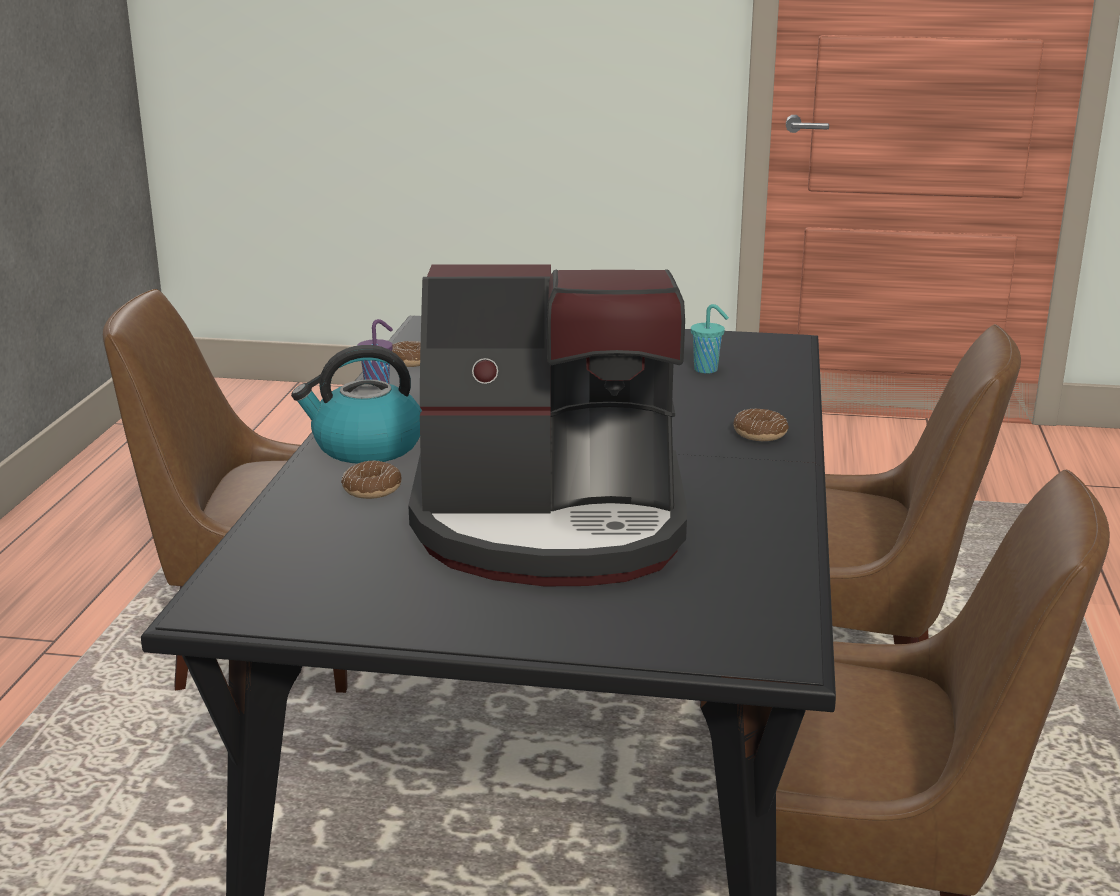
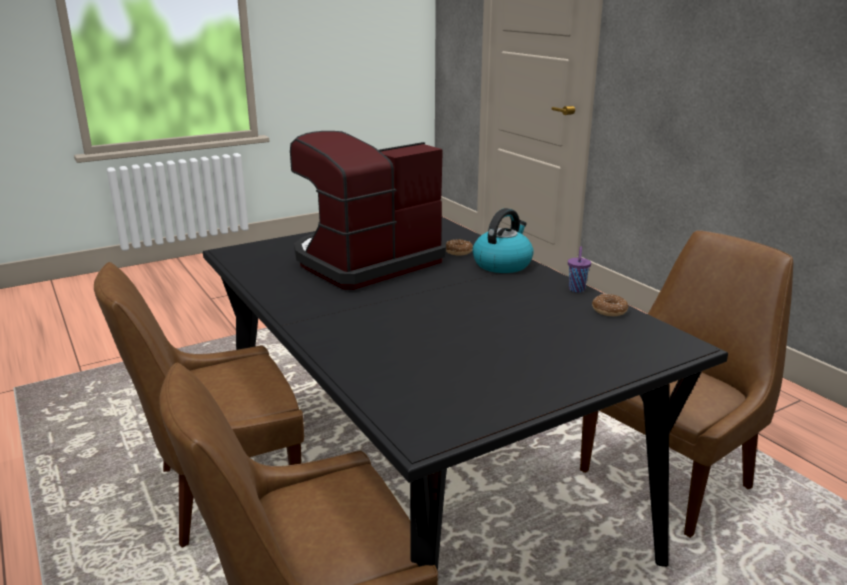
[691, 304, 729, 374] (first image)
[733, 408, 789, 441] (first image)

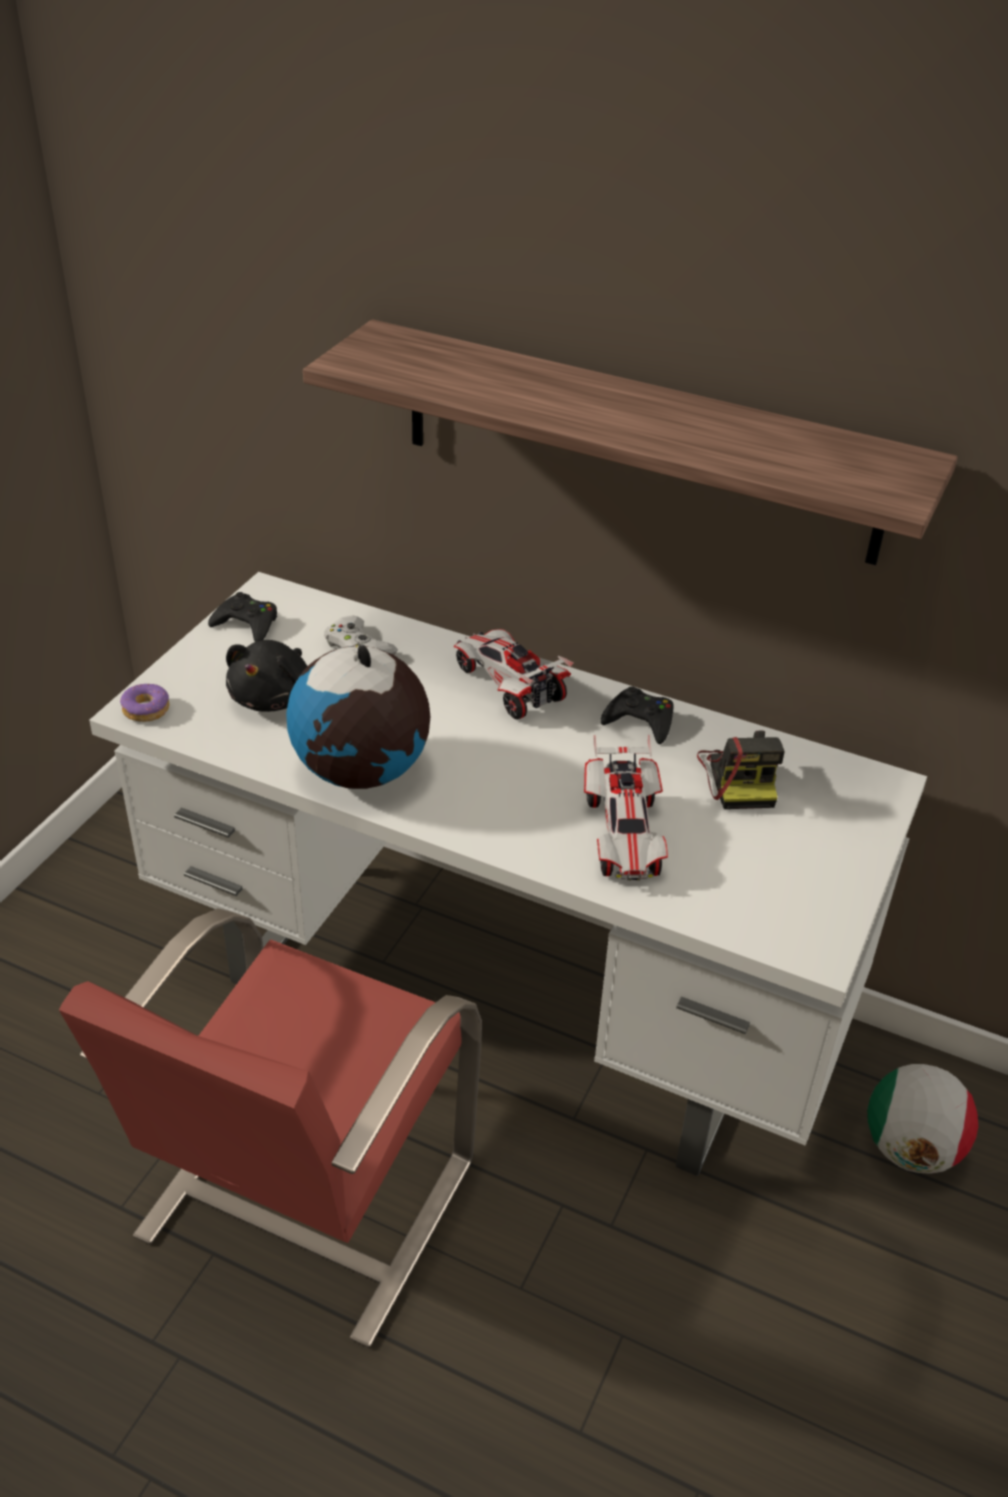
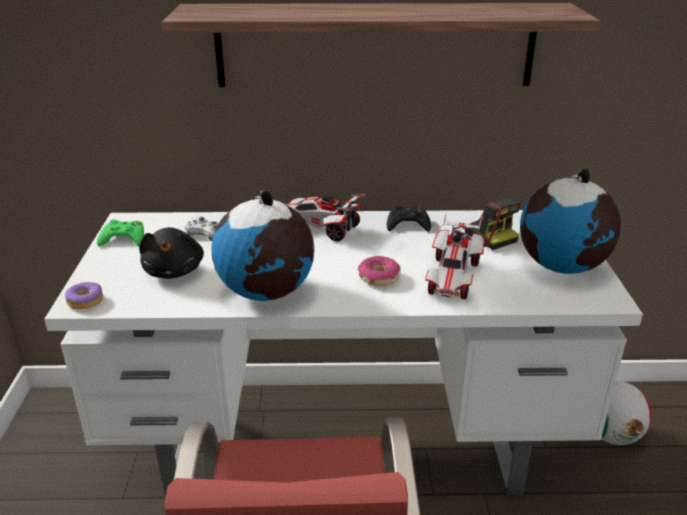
[97, 219, 144, 247]
[358, 256, 401, 286]
[425, 214, 484, 300]
[520, 168, 621, 274]

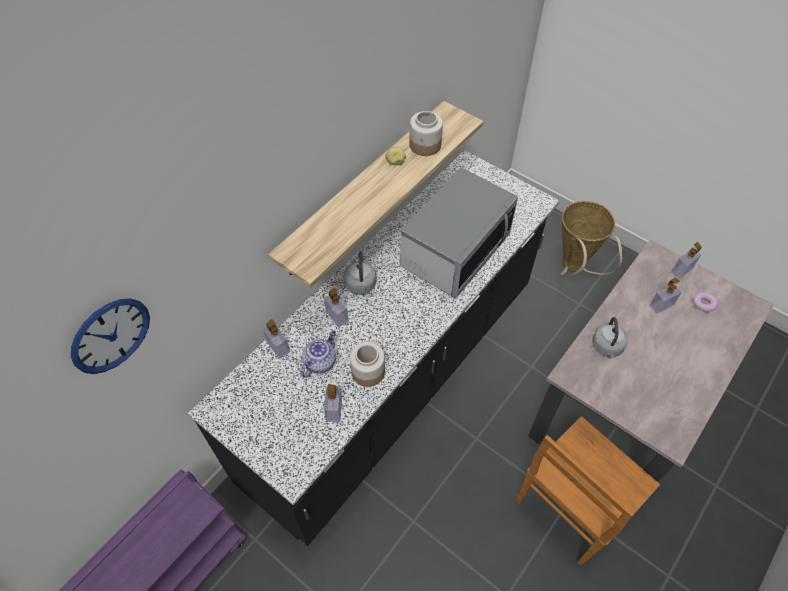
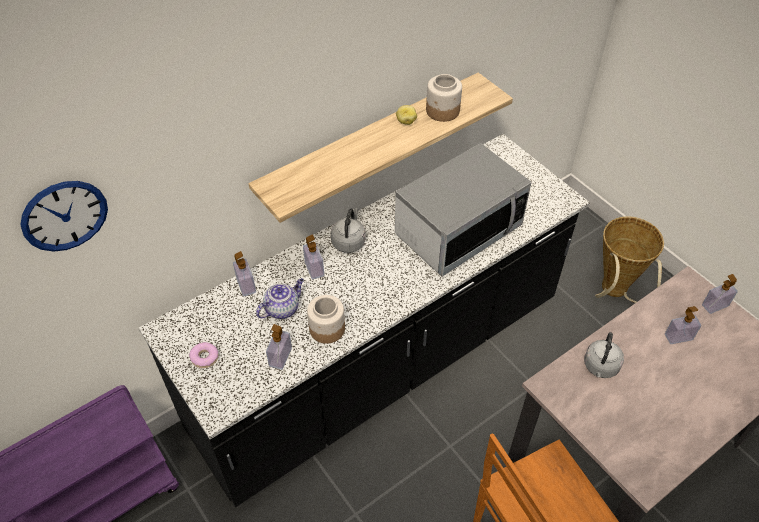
[189, 342, 219, 368]

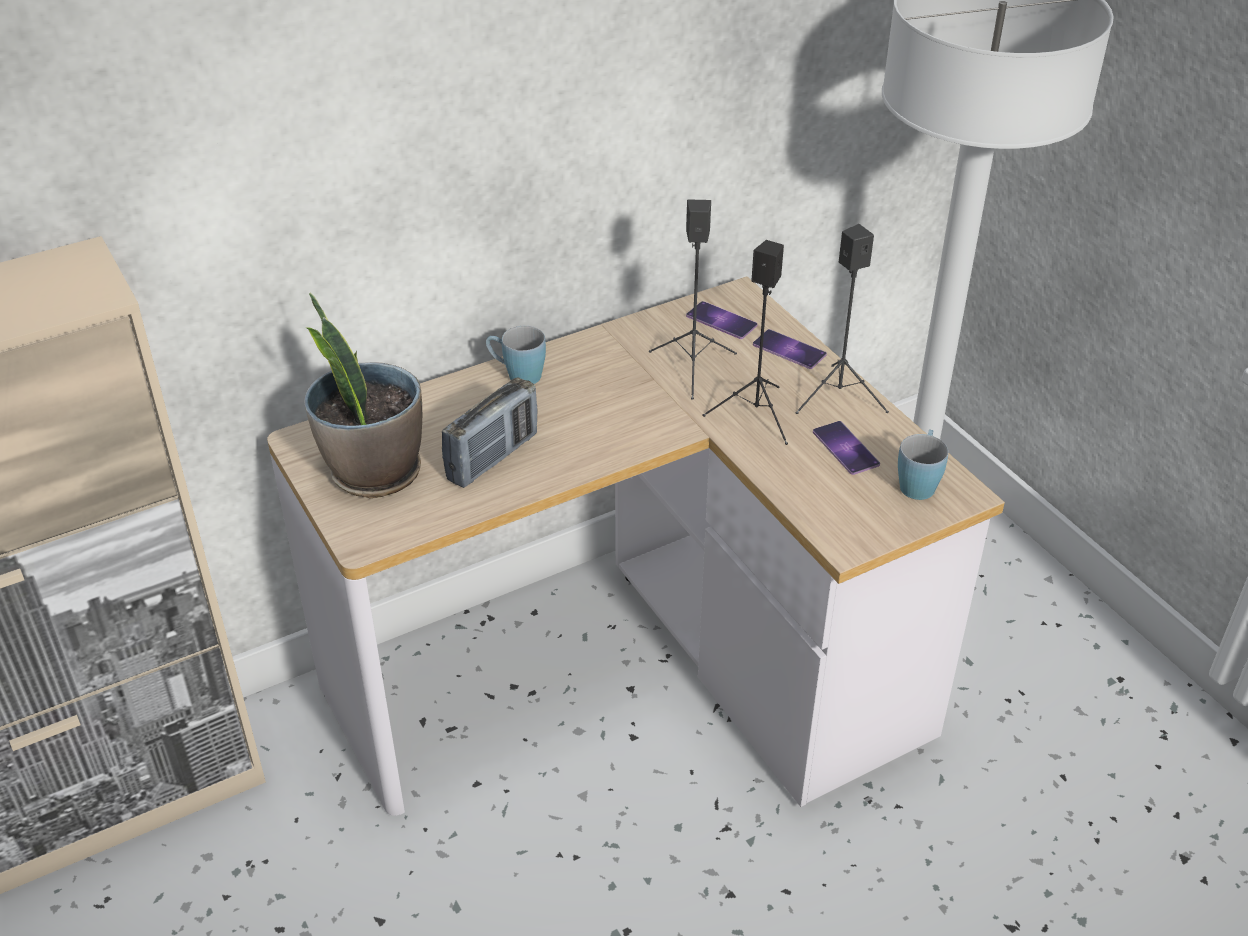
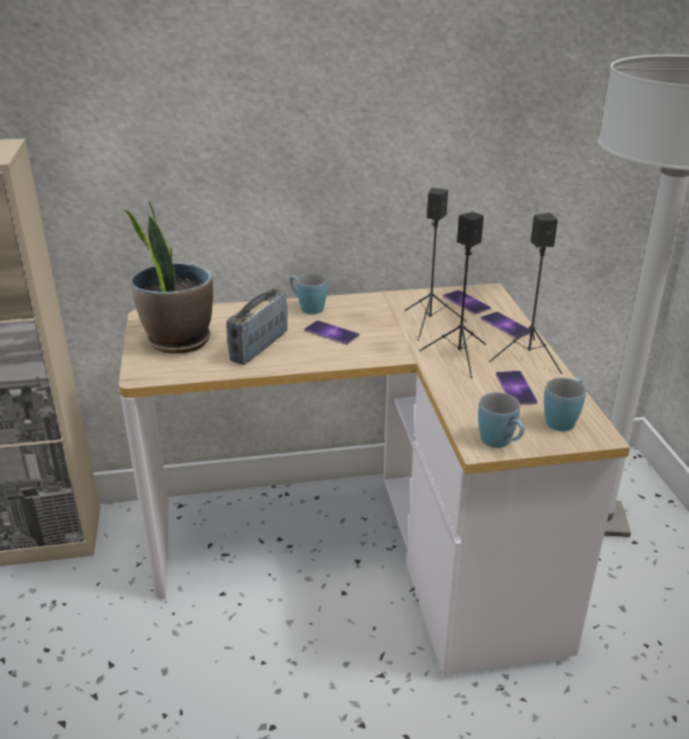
[226, 289, 288, 365]
[304, 320, 360, 345]
[478, 392, 525, 448]

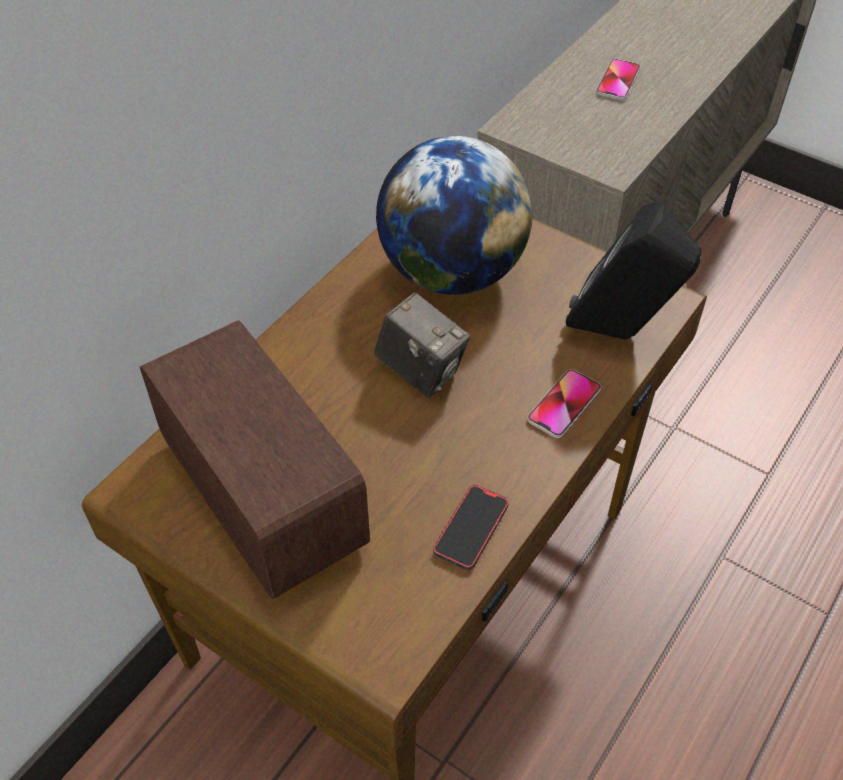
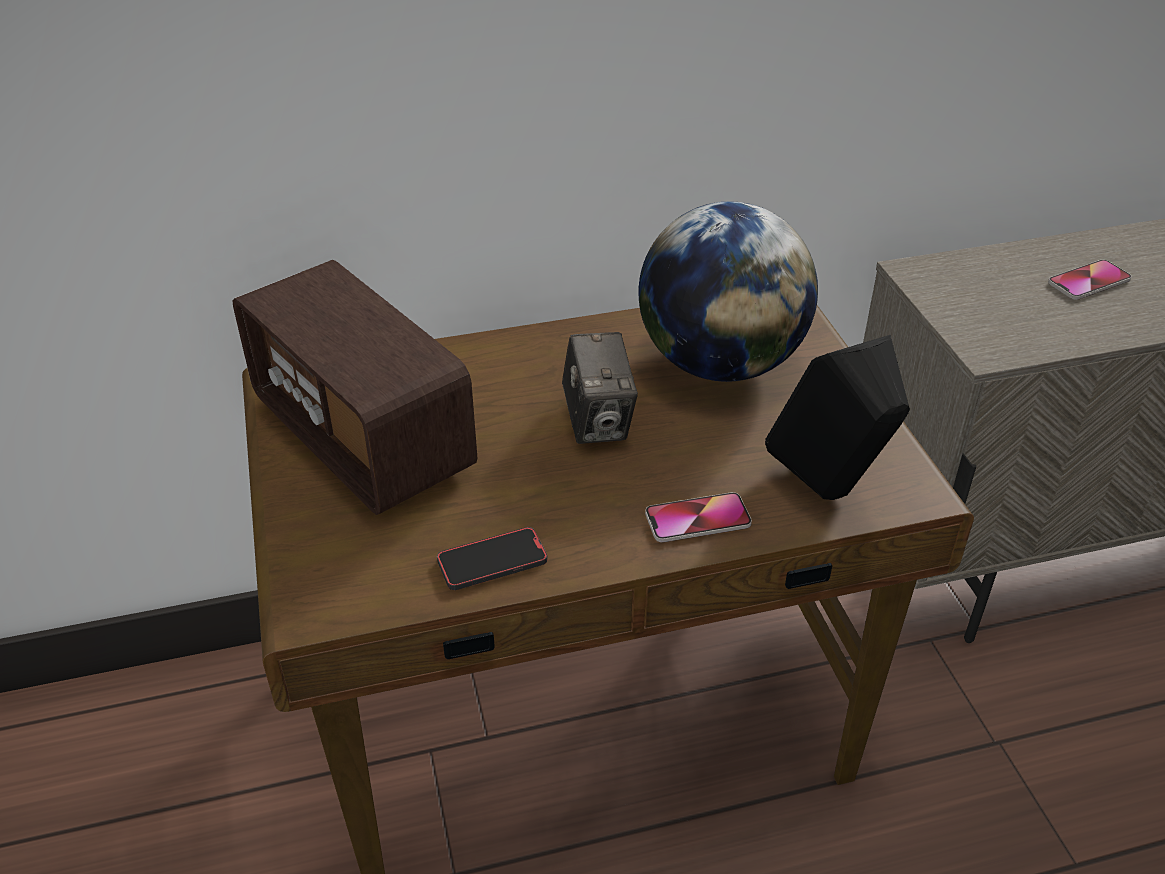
[233, 260, 477, 515]

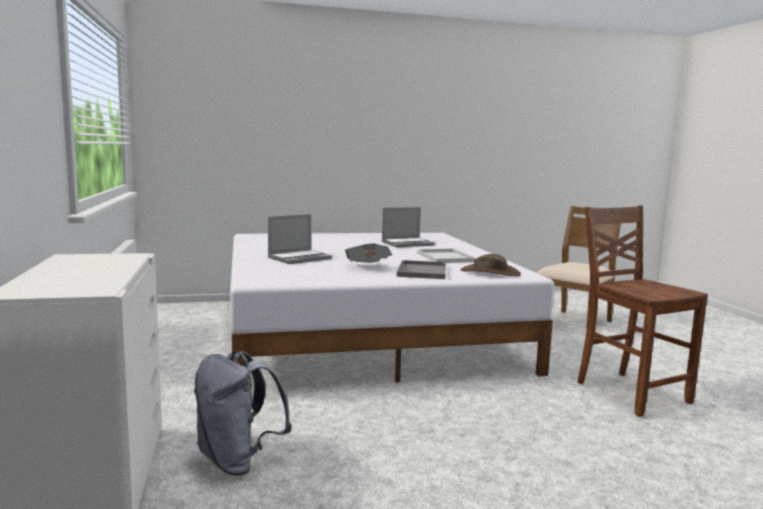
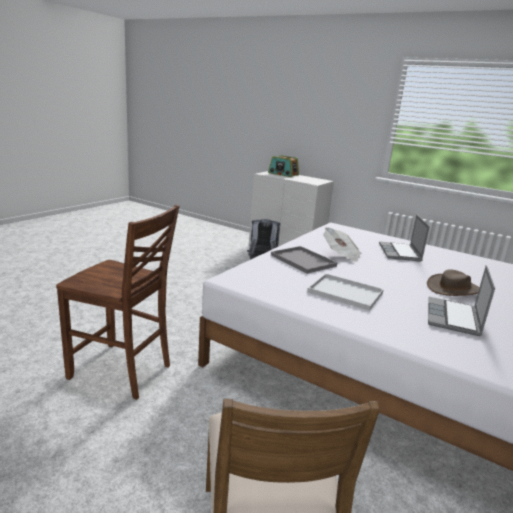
[268, 155, 299, 177]
[427, 269, 480, 296]

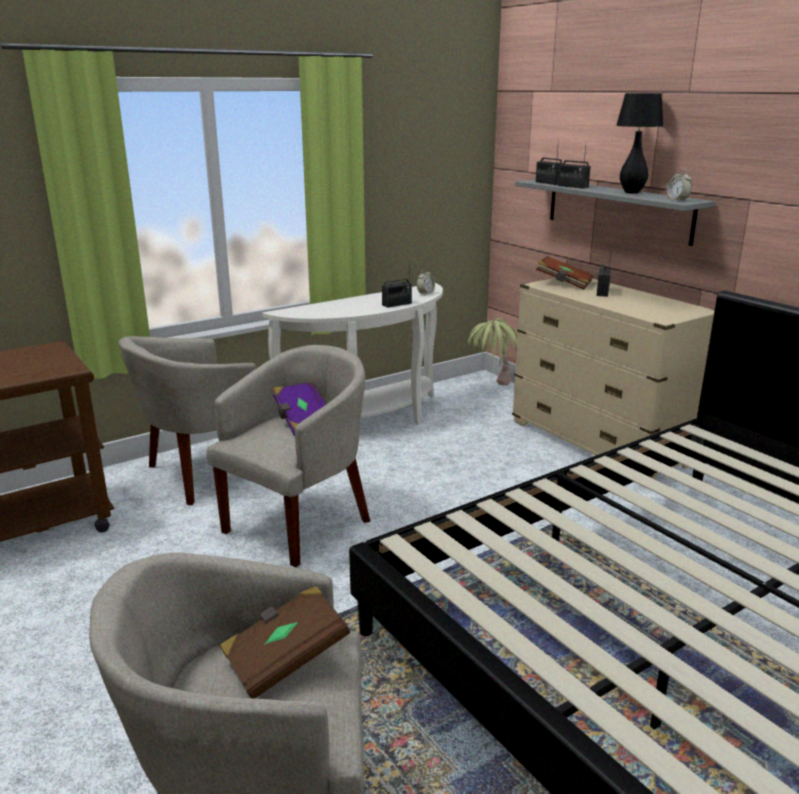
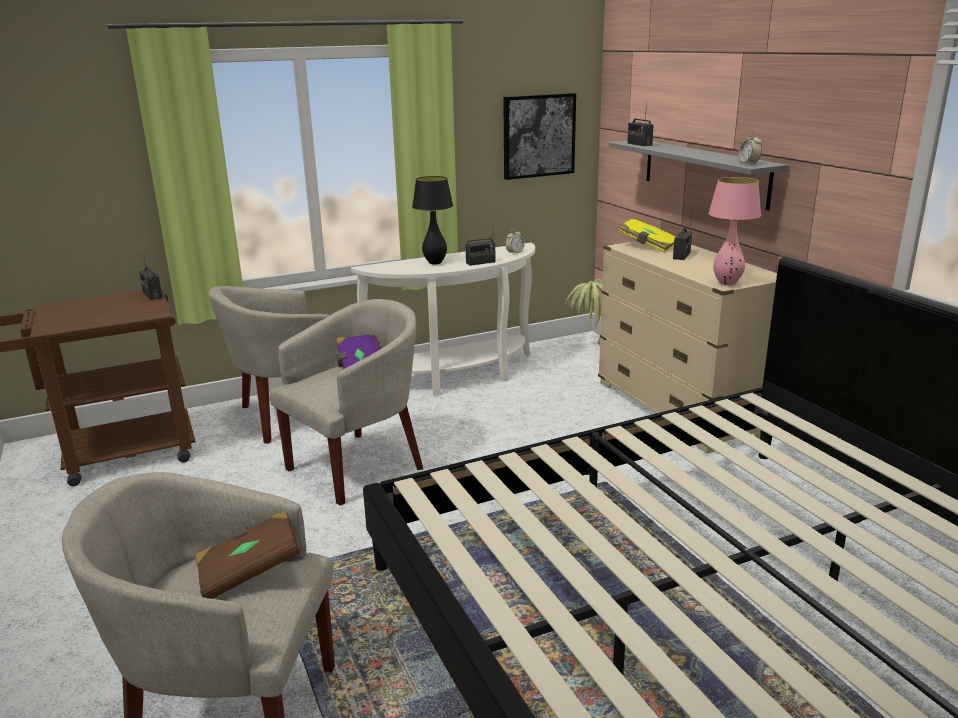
[139, 254, 163, 300]
[412, 176, 453, 265]
[503, 93, 576, 180]
[618, 218, 676, 253]
[708, 177, 761, 286]

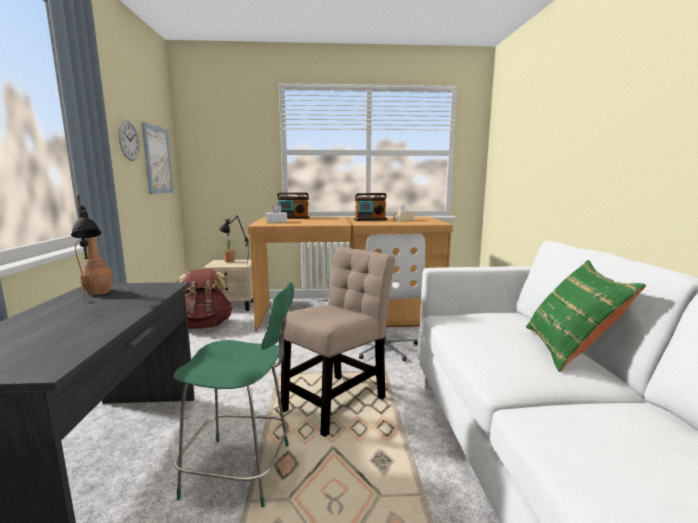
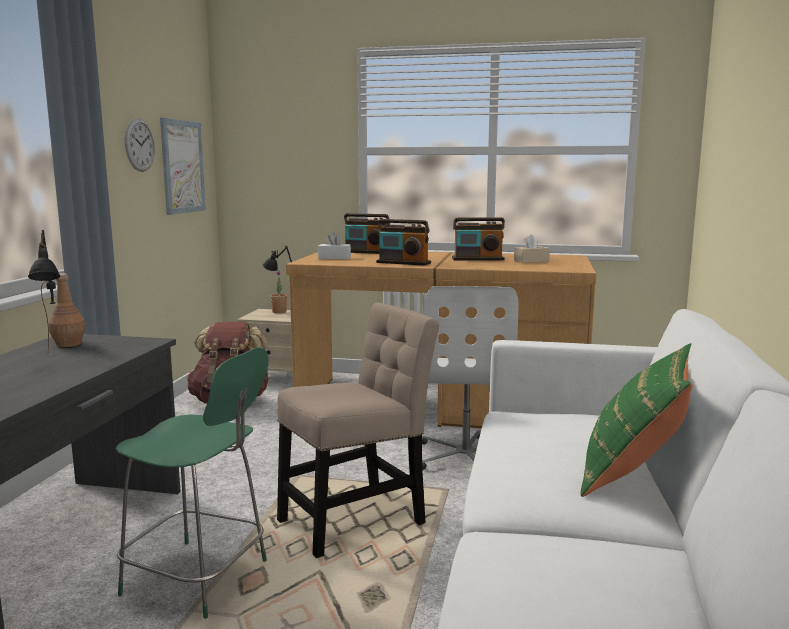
[376, 219, 431, 266]

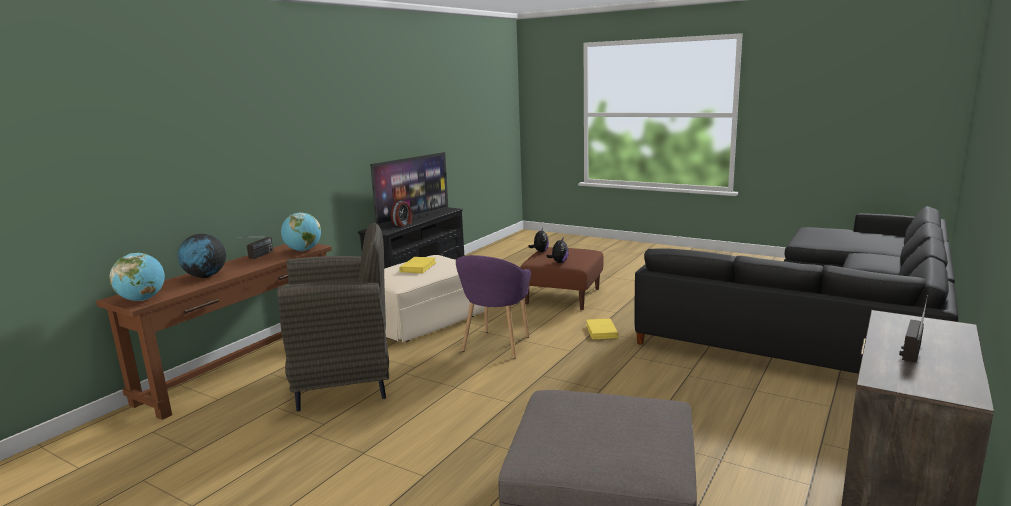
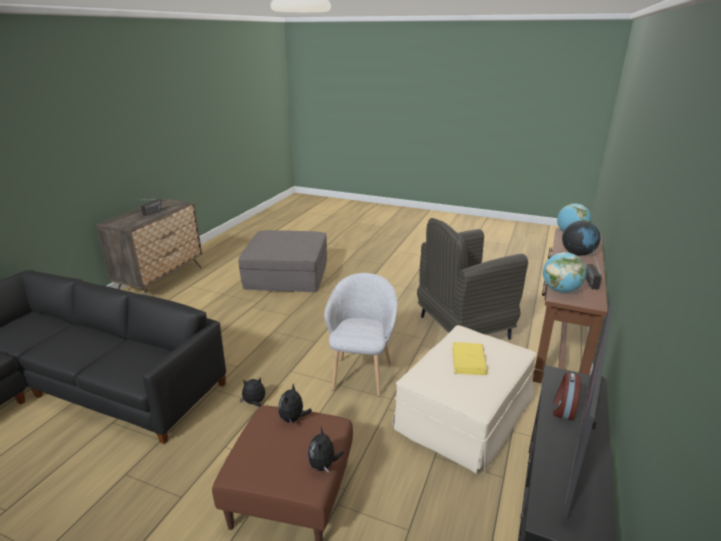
[240, 378, 265, 407]
[324, 273, 397, 397]

